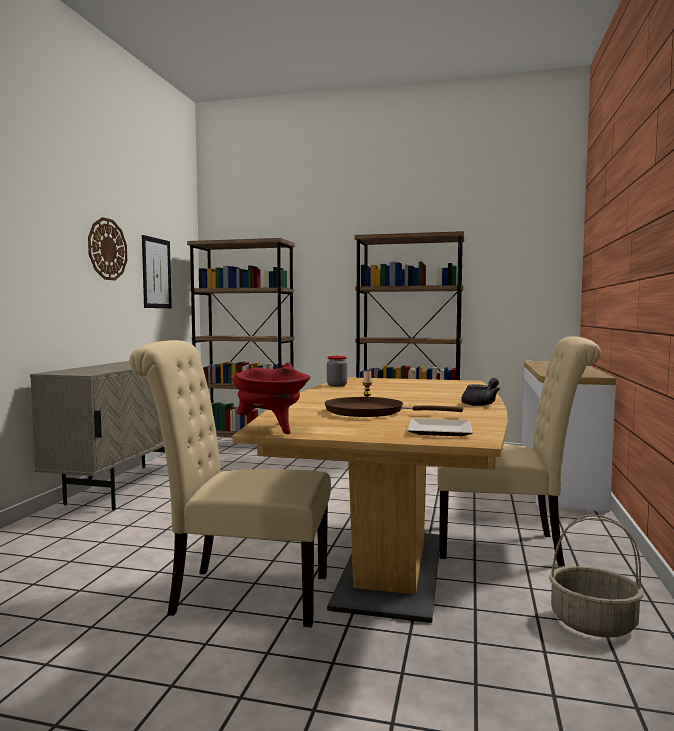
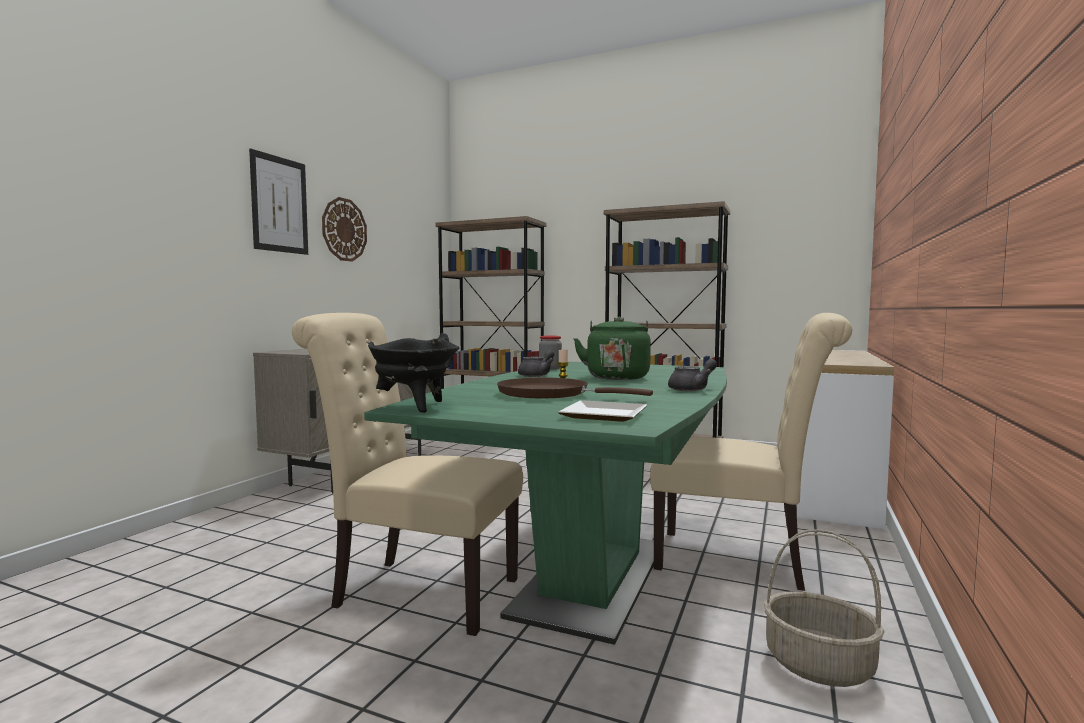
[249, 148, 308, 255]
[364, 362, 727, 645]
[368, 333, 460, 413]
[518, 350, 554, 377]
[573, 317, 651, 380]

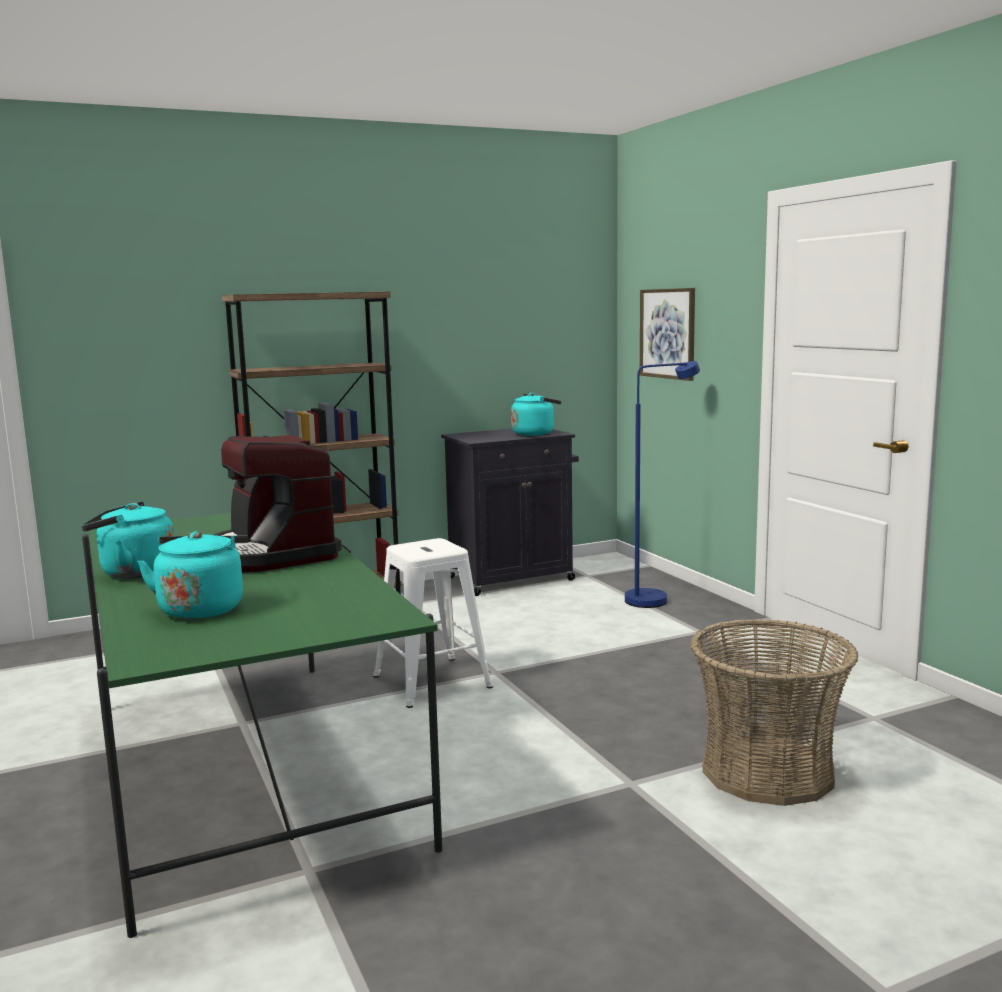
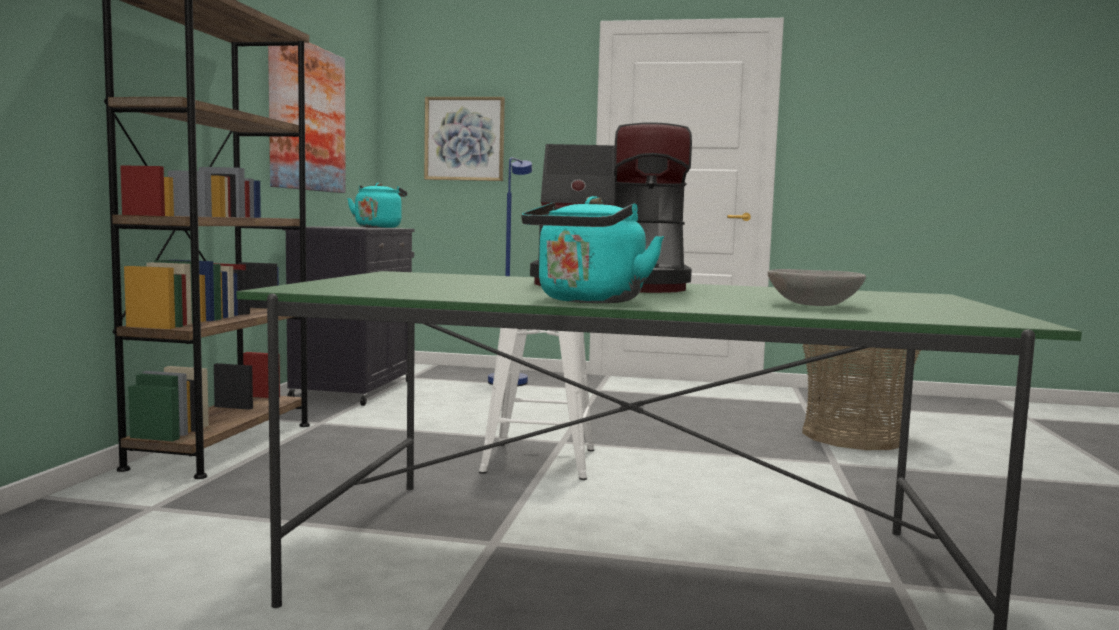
[268, 43, 346, 193]
[768, 269, 866, 306]

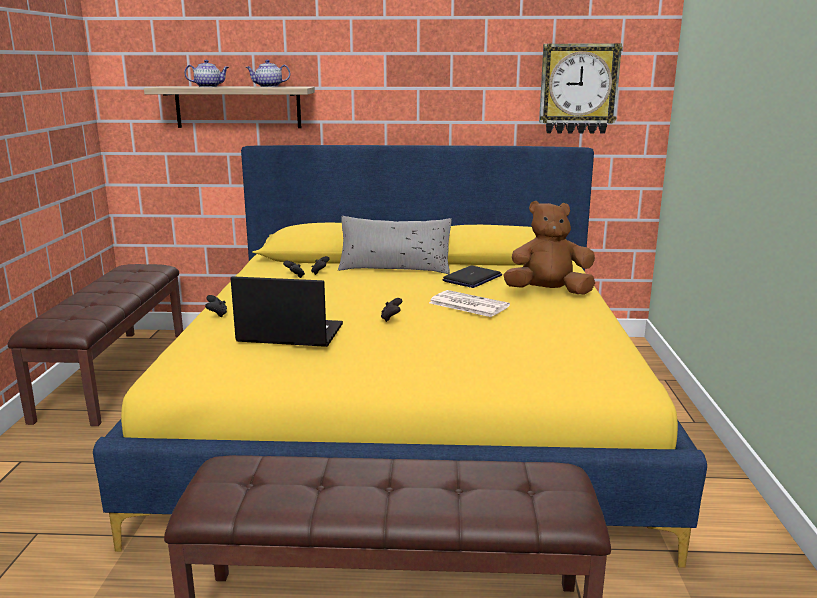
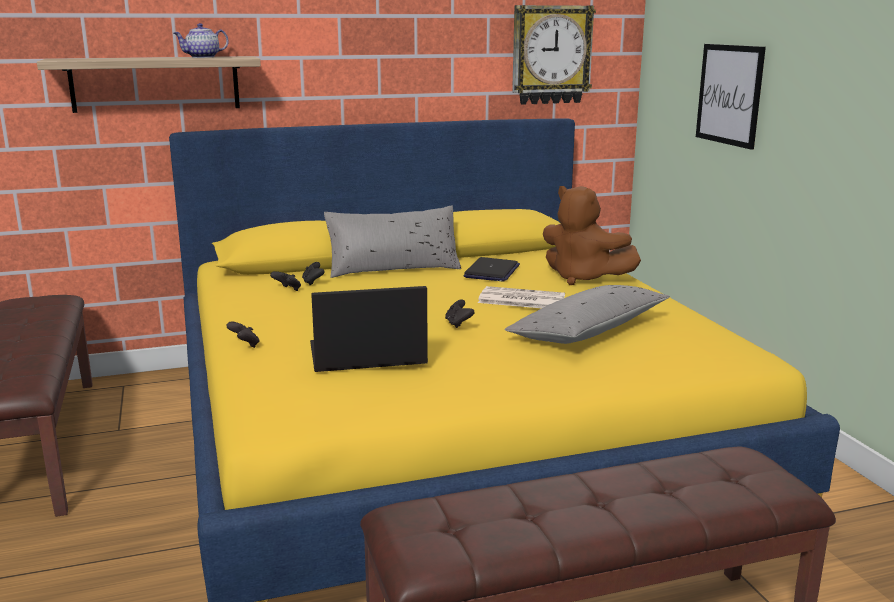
[504, 285, 670, 344]
[543, 186, 641, 285]
[696, 44, 766, 150]
[184, 60, 229, 87] (first image)

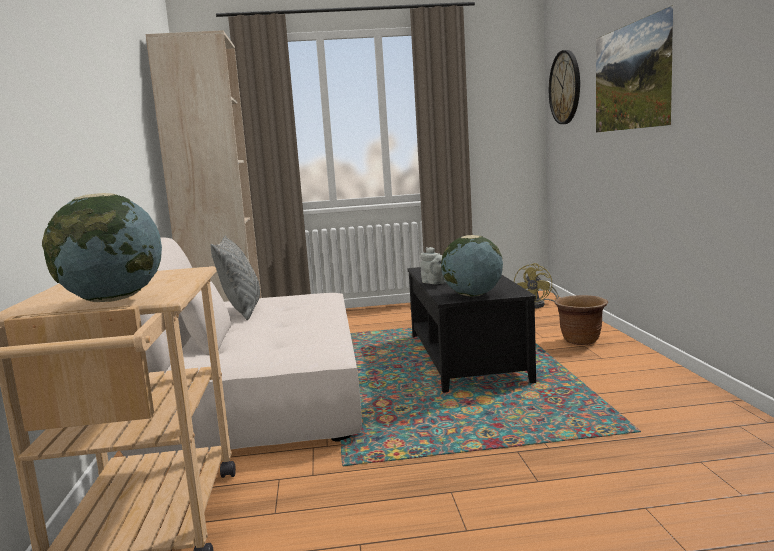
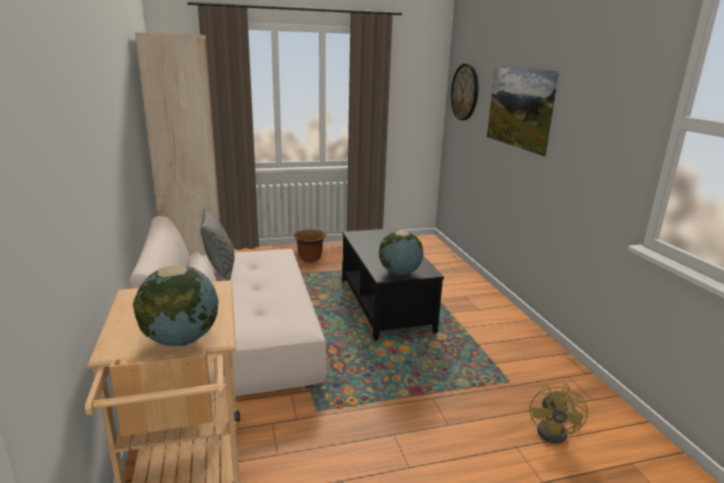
[294, 230, 326, 262]
[530, 384, 588, 443]
[420, 247, 446, 284] (first image)

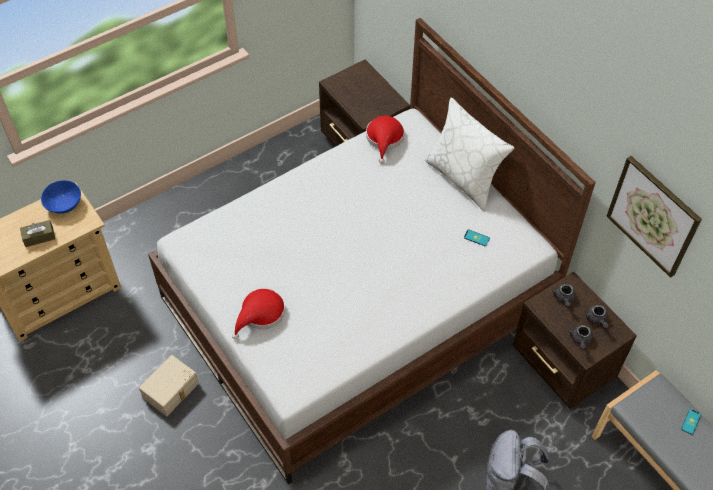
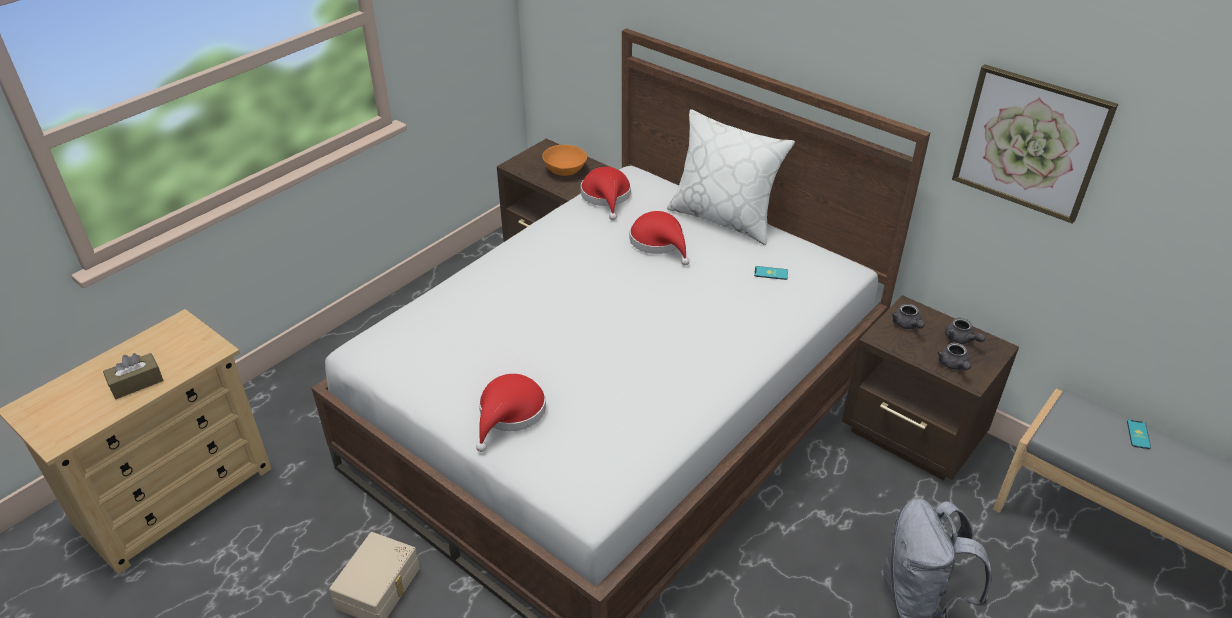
[542, 145, 587, 176]
[629, 211, 690, 266]
[41, 180, 81, 214] (first image)

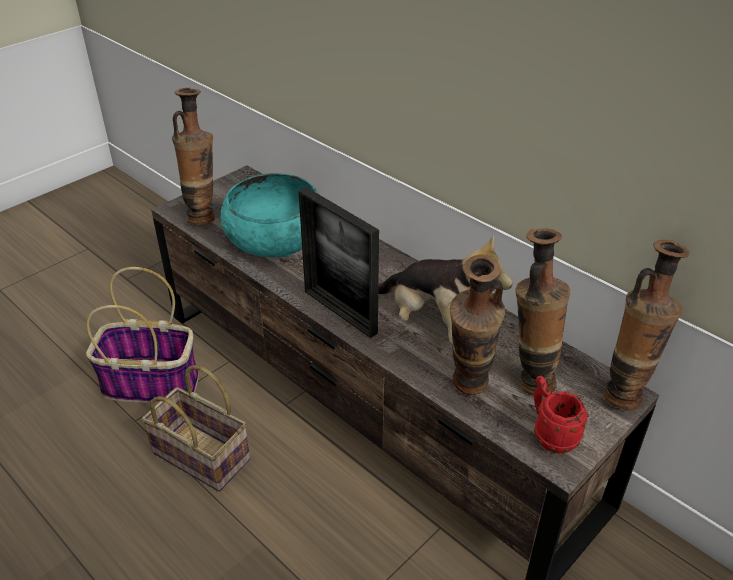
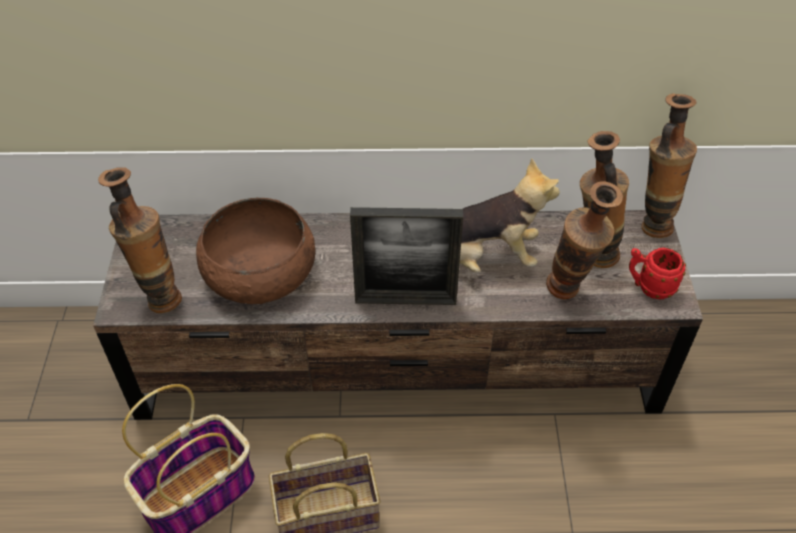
[196, 198, 315, 304]

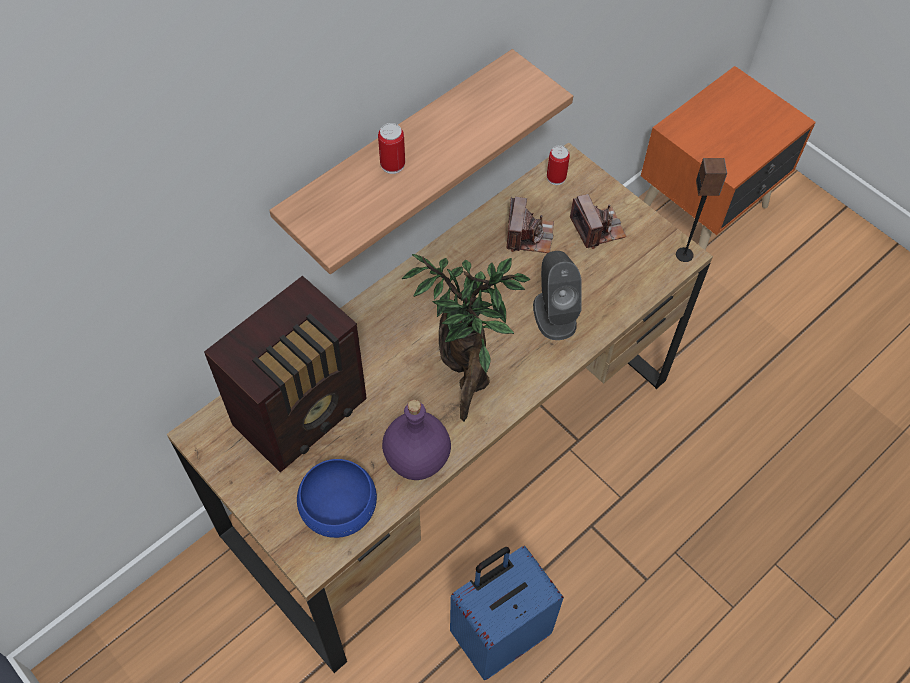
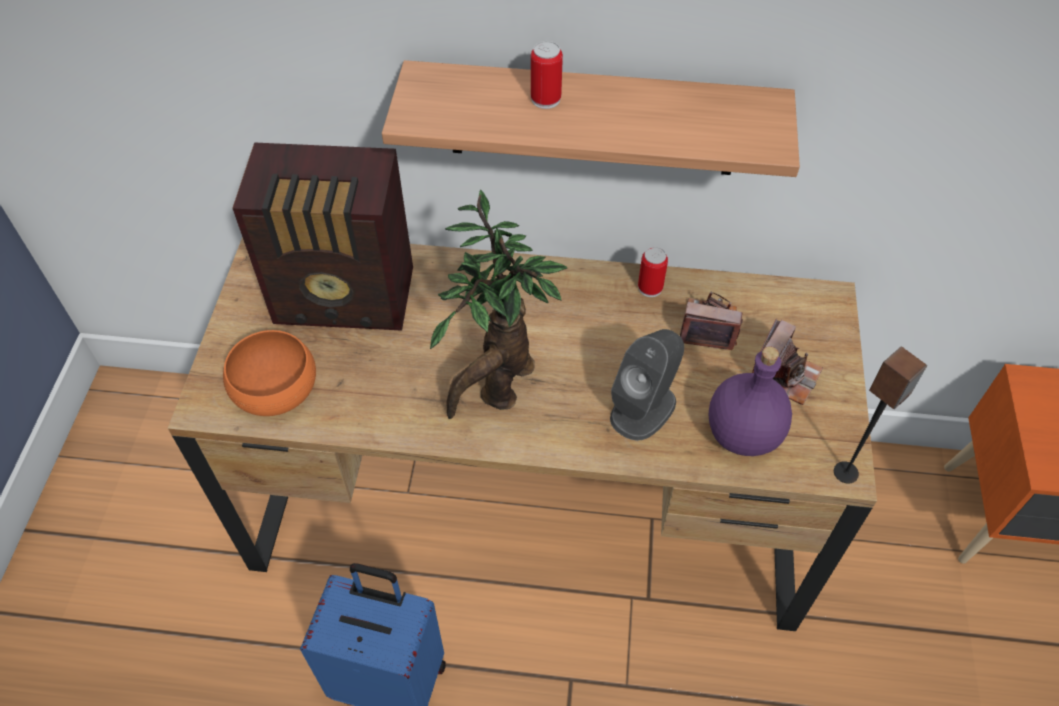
[223, 330, 316, 416]
[638, 247, 668, 297]
[680, 292, 743, 350]
[709, 346, 792, 456]

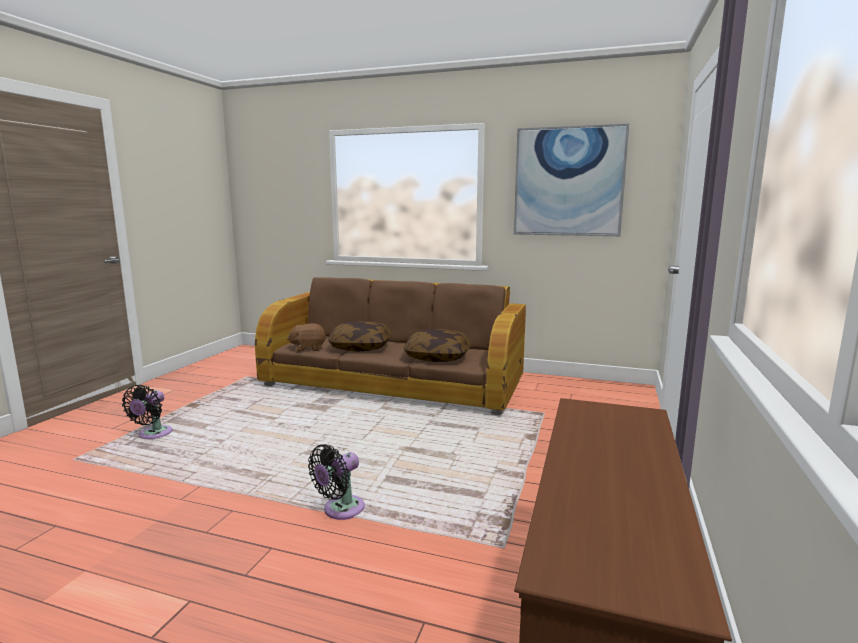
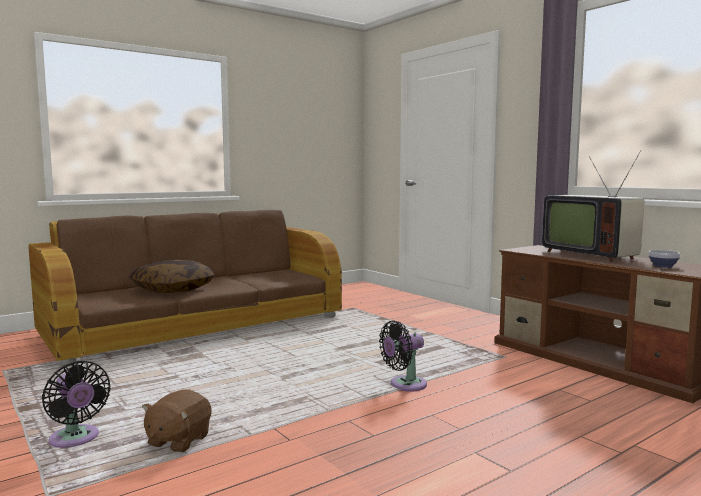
[142, 389, 211, 452]
[379, 321, 427, 392]
[542, 150, 644, 262]
[648, 250, 680, 268]
[404, 329, 471, 362] (first image)
[514, 123, 629, 236] (first image)

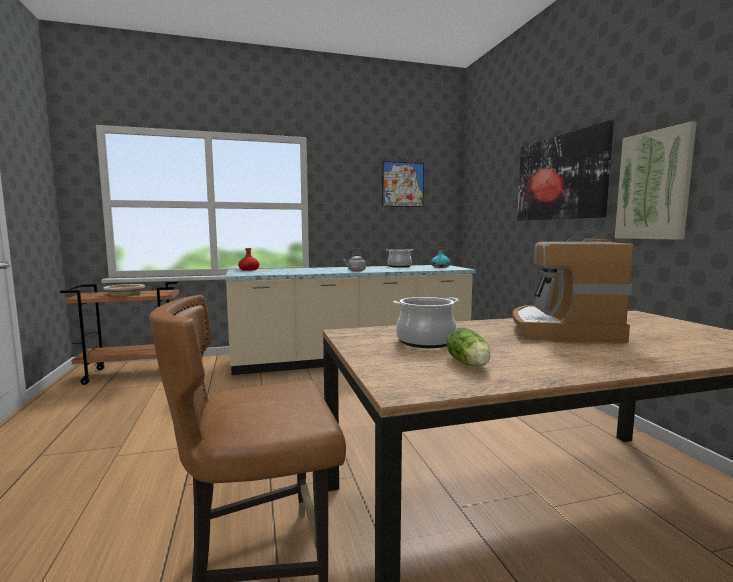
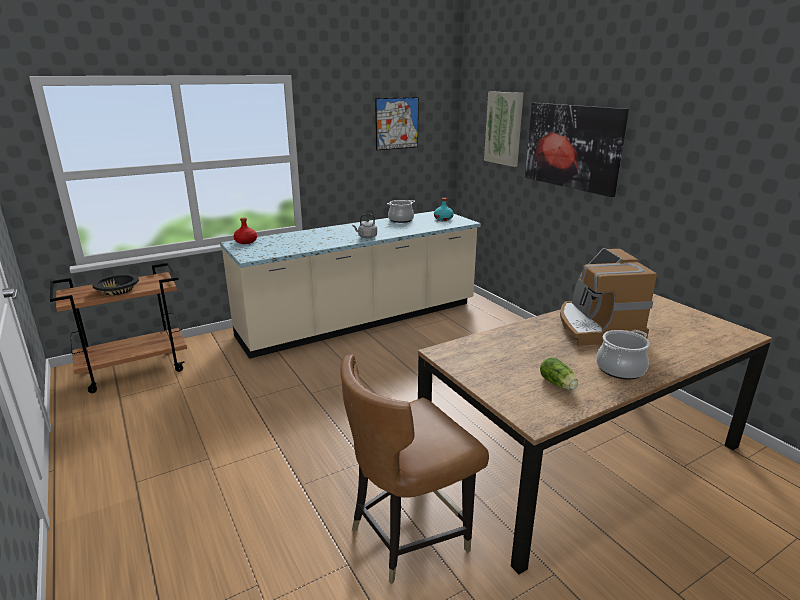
[92, 274, 139, 295]
[484, 91, 523, 167]
[596, 330, 650, 379]

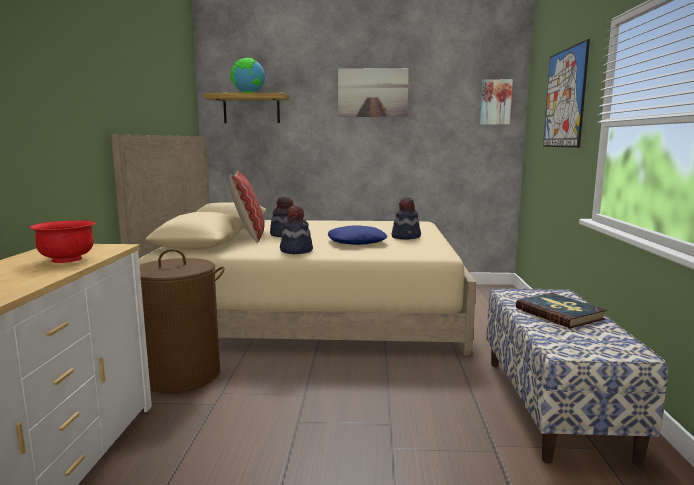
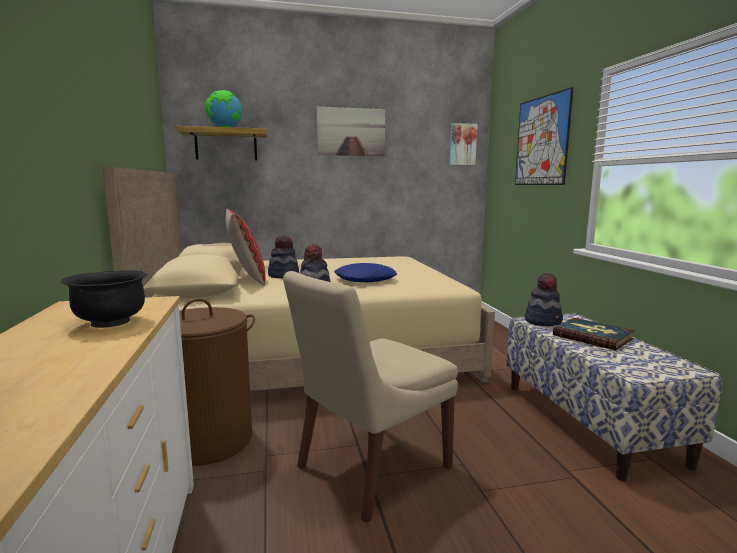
[61, 271, 147, 328]
[283, 271, 458, 523]
[525, 273, 563, 326]

